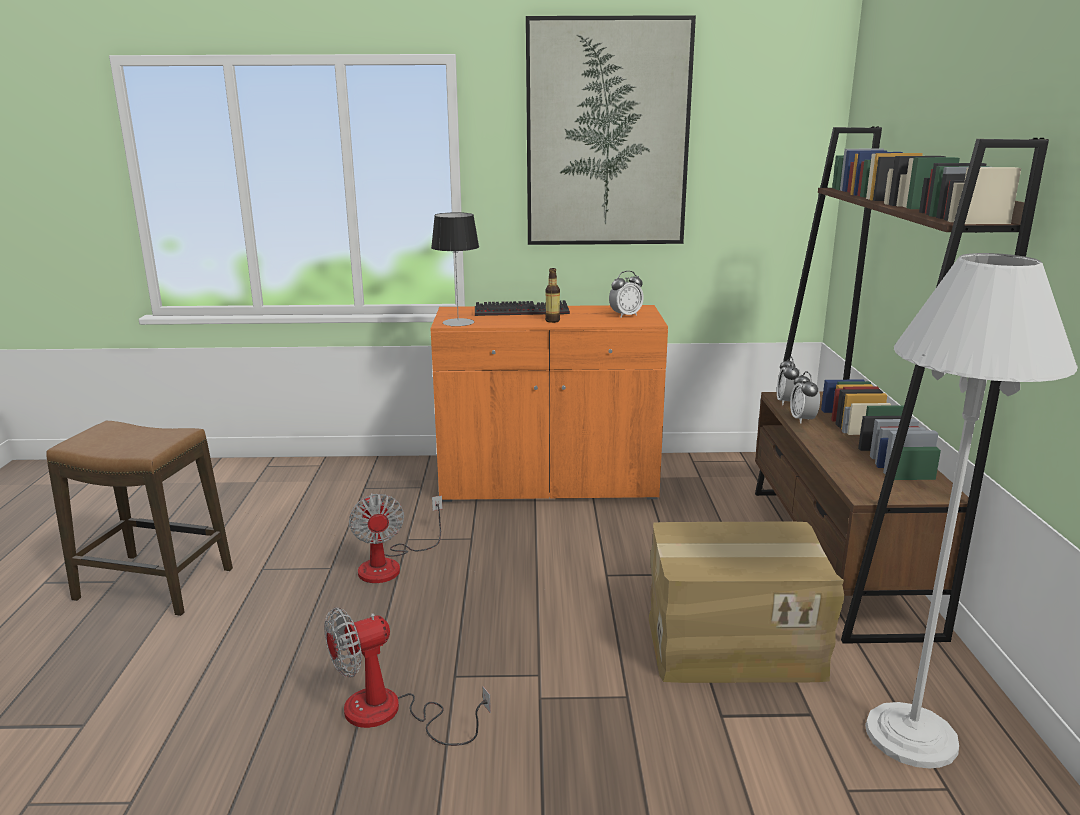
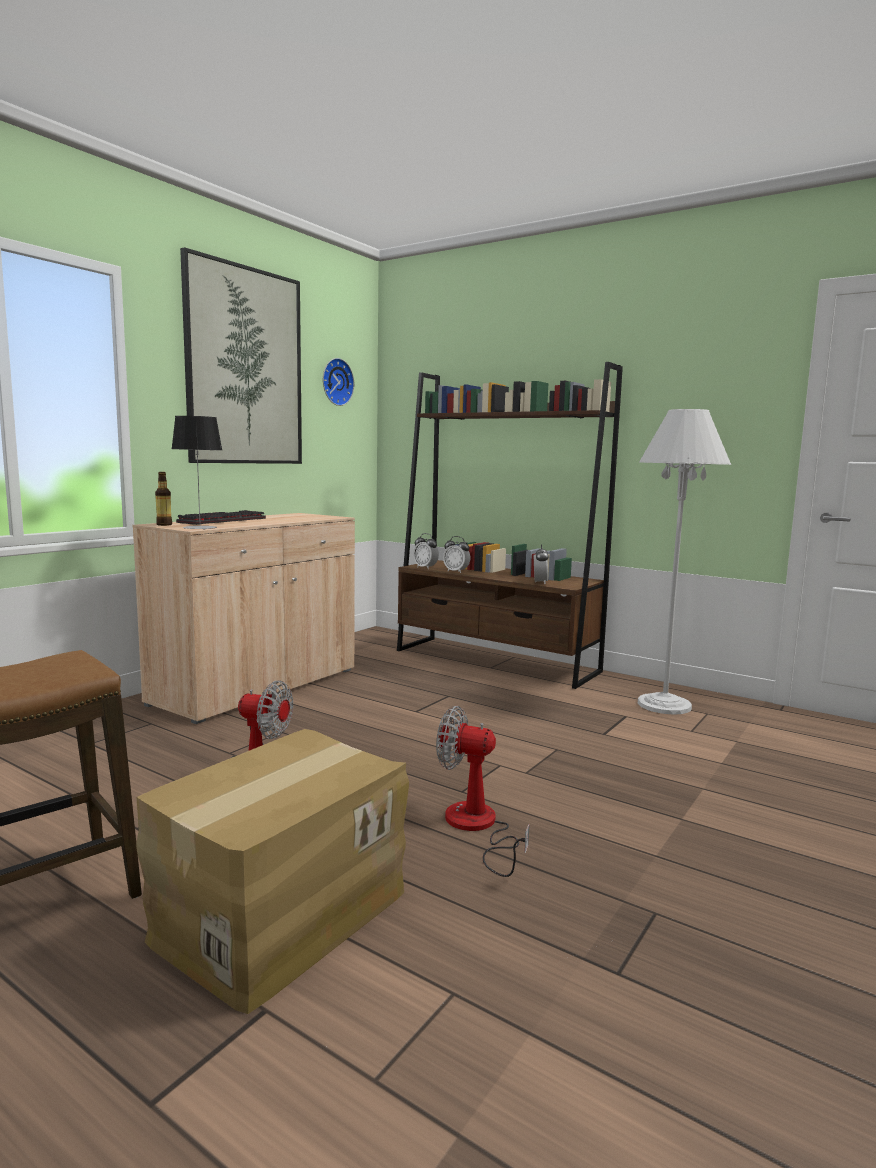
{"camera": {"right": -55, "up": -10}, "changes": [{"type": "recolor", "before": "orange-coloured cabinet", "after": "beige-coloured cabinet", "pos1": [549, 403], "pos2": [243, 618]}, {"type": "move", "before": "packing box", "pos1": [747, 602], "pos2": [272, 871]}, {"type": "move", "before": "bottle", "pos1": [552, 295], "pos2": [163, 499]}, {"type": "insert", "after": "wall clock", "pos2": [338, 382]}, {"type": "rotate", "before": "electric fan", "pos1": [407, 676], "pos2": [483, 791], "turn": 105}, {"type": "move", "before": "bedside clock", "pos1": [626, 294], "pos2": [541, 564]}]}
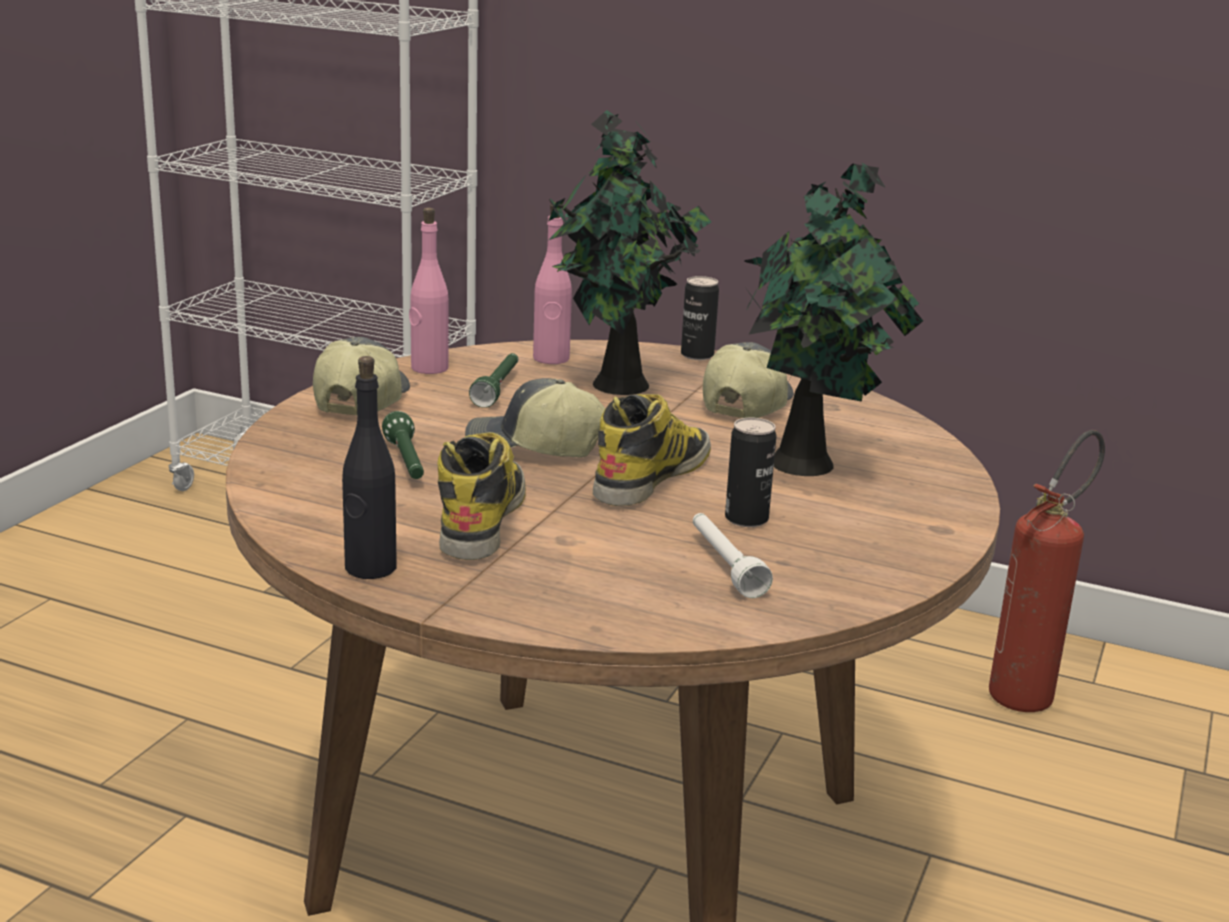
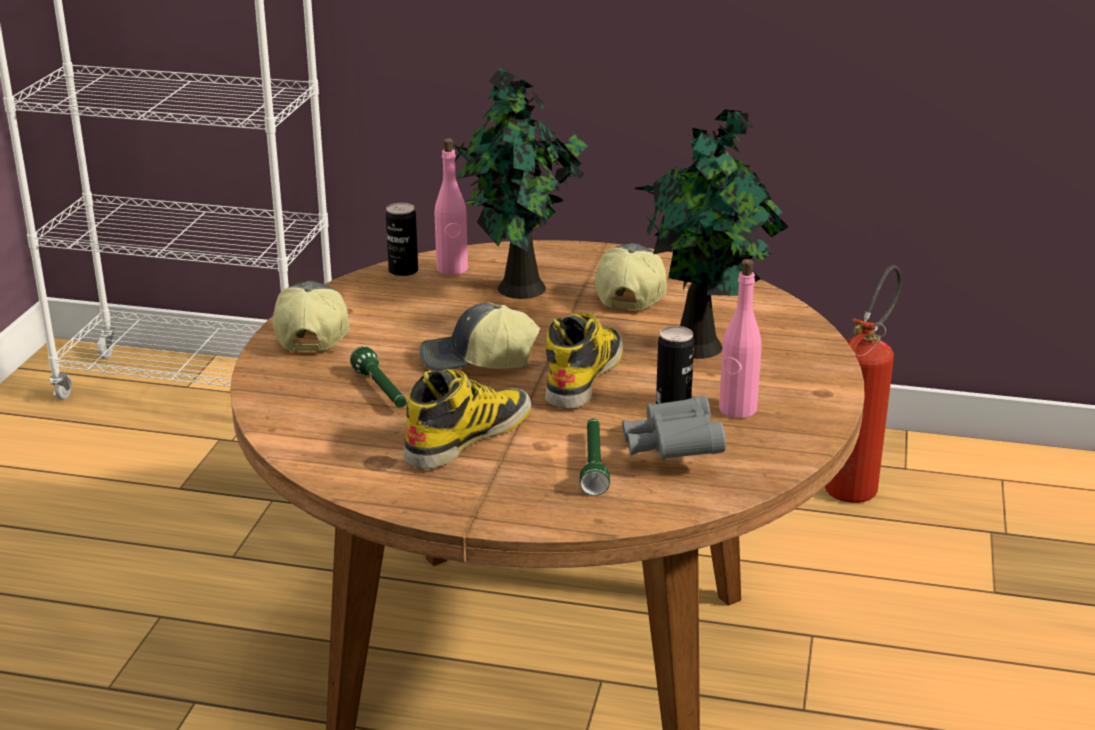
{"camera": {"right": -10, "up": 5}, "changes": [{"type": "move", "before": "sealed can", "pos1": [700, 318], "pos2": [402, 240]}, {"type": "rotate", "before": "high-top boot", "pos1": [481, 496], "pos2": [467, 419], "turn": 45}, {"type": "move", "before": "greenish torch", "pos1": [493, 380], "pos2": [595, 457]}, {"type": "replace", "before": "white-coloured torch", "after": "grey field glasses", "pos1": [733, 555], "pos2": [674, 427]}, {"type": "move", "before": "pink-coloured bottle", "pos1": [428, 291], "pos2": [740, 338]}, {"type": "delete", "before": "blackish bottle", "pos1": [369, 467]}]}
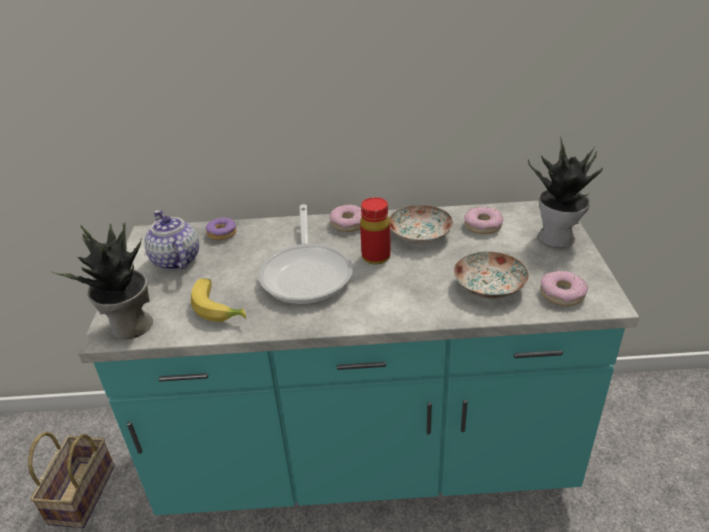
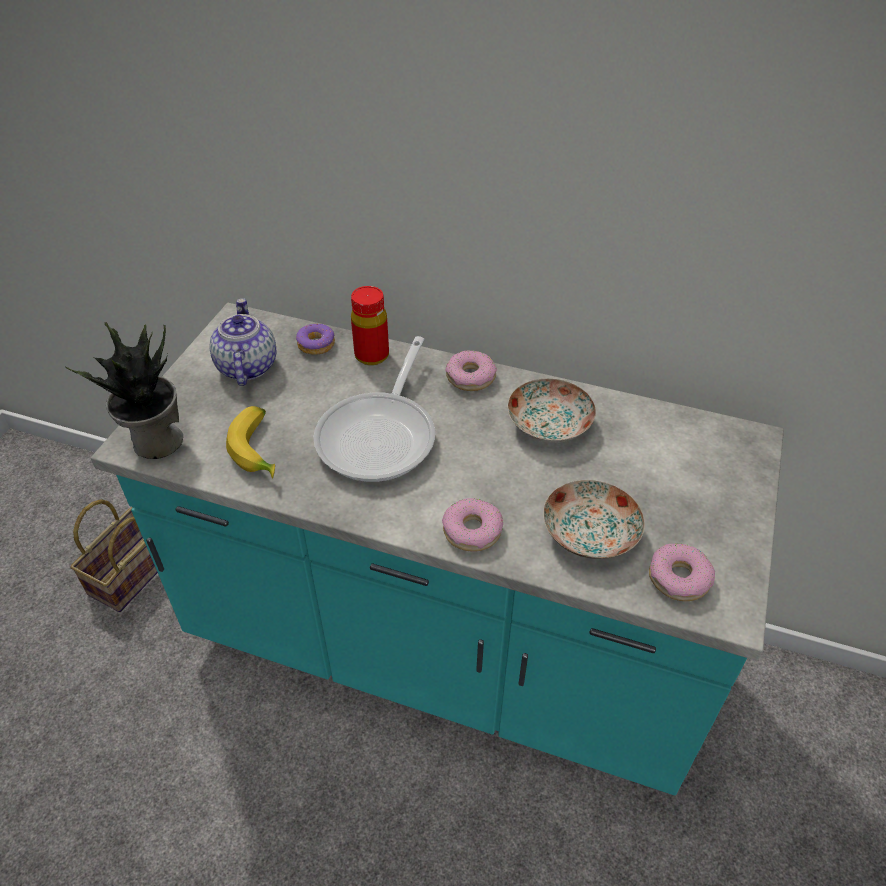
{"camera": {"right": 20, "up": 10}, "changes": [{"type": "move", "before": "red bottle", "pos1": [375, 231], "pos2": [370, 325]}, {"type": "move", "before": "ring doughnut", "pos1": [483, 220], "pos2": [472, 525]}, {"type": "delete", "before": "plant in a pot", "pos1": [565, 192]}]}
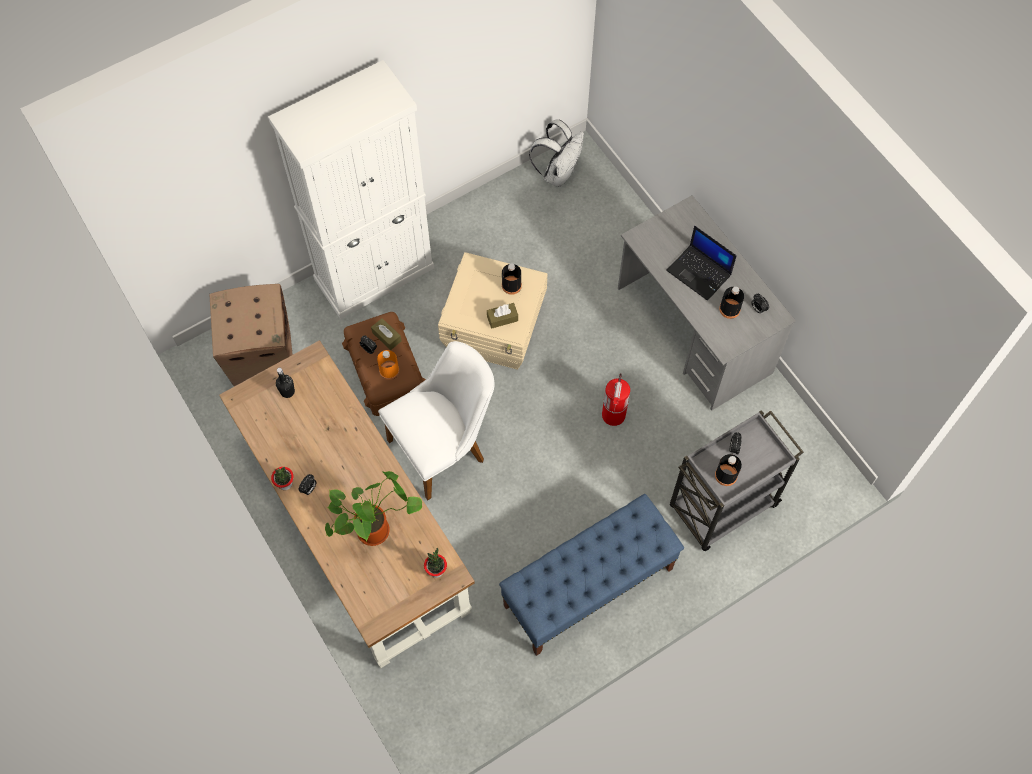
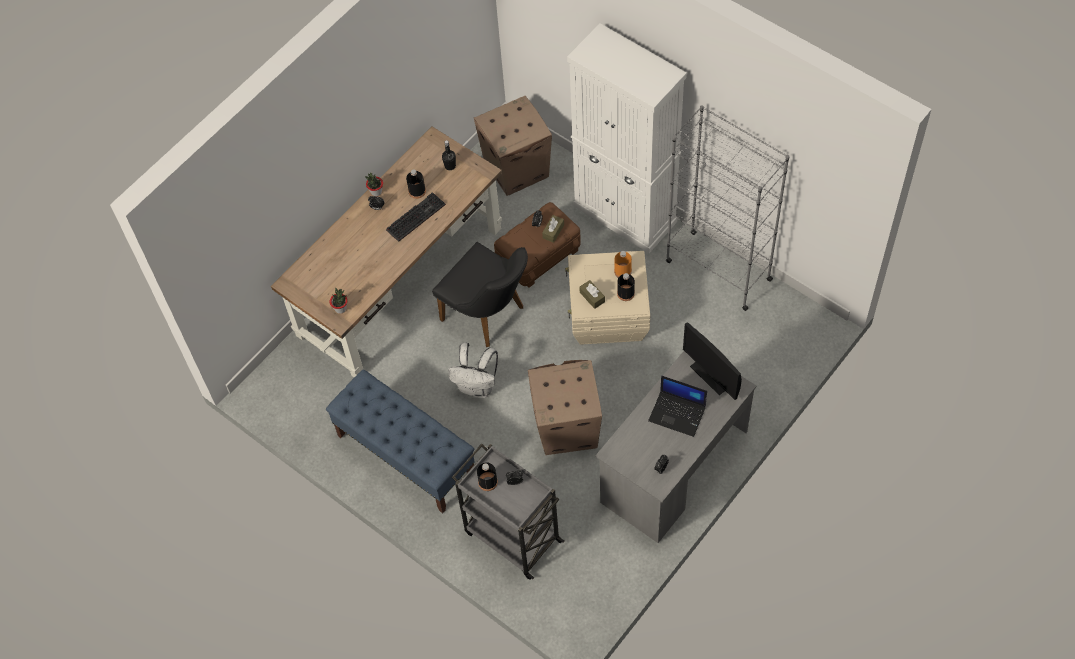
{"camera": {"right": 75, "up": -5}, "changes": [{"type": "insert", "after": "keyboard", "pos2": [416, 217]}, {"type": "move", "before": "blackish bottle", "pos1": [731, 303], "pos2": [416, 184]}, {"type": "recolor", "before": "white-coloured plain chair", "after": "blackish plain chair", "pos1": [436, 420], "pos2": [480, 294]}, {"type": "move", "before": "white-coloured knapsack", "pos1": [556, 153], "pos2": [473, 370]}, {"type": "replace", "before": "fire extinguisher", "after": "packing box", "pos1": [616, 399], "pos2": [565, 407]}, {"type": "move", "before": "orange-coloured bottle", "pos1": [388, 365], "pos2": [623, 264]}, {"type": "rotate", "before": "notebook computer", "pos1": [701, 263], "pos2": [677, 406], "turn": -90}, {"type": "insert", "after": "grey bookshelf", "pos2": [728, 208]}, {"type": "insert", "after": "monitor", "pos2": [712, 361]}, {"type": "delete", "before": "plant in a pot", "pos1": [373, 508]}]}
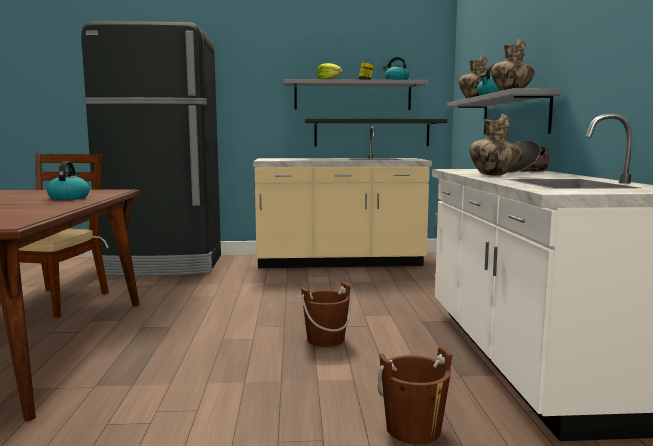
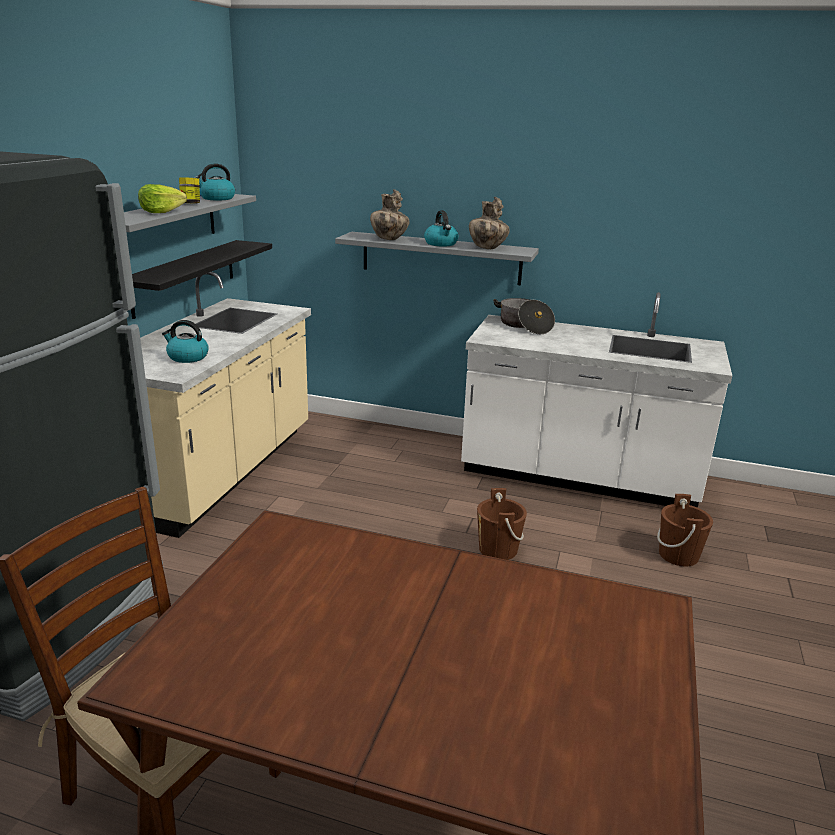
{"camera": {"right": -70, "up": 15}, "changes": [{"type": "move", "before": "tea kettle", "pos1": [68, 180], "pos2": [185, 341]}, {"type": "delete", "before": "decorative vase", "pos1": [495, 145]}]}
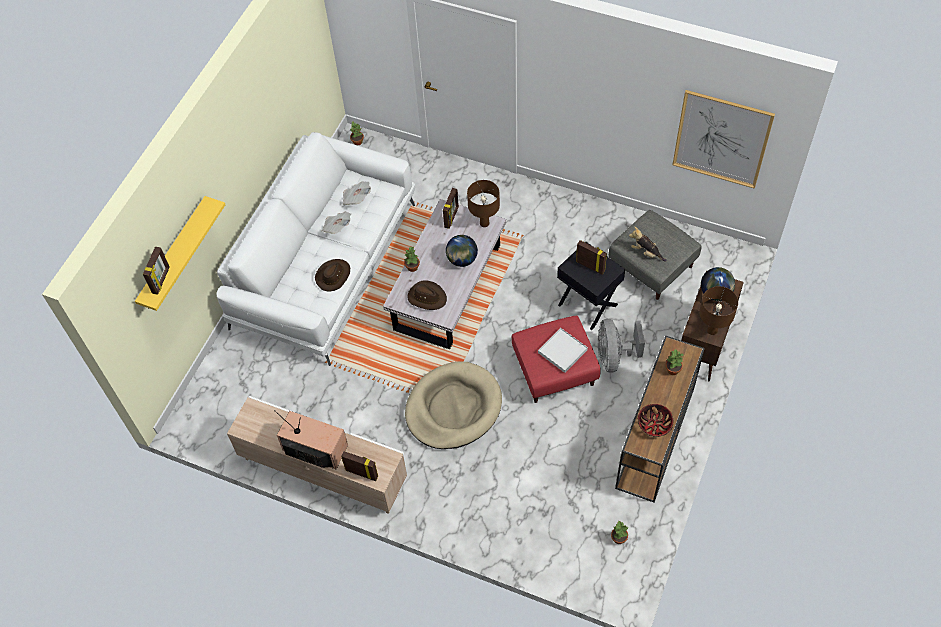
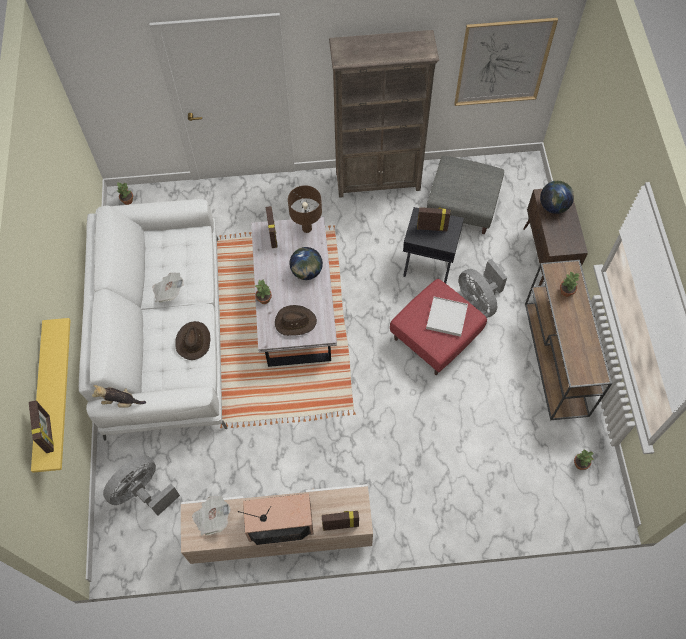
{"camera": {"right": -30, "up": 5}, "changes": [{"type": "move", "before": "plush toy", "pos1": [648, 244], "pos2": [119, 396]}, {"type": "insert", "after": "grey electric fan", "pos2": [141, 485]}, {"type": "move", "before": "printed paper", "pos1": [357, 193], "pos2": [211, 516]}, {"type": "insert", "after": "brownish bookshelf", "pos2": [384, 114]}, {"type": "delete", "before": "beige-coloured dog bed", "pos1": [453, 405]}, {"type": "delete", "before": "deep dish", "pos1": [655, 420]}, {"type": "delete", "before": "brownish lamp for a table", "pos1": [718, 310]}]}
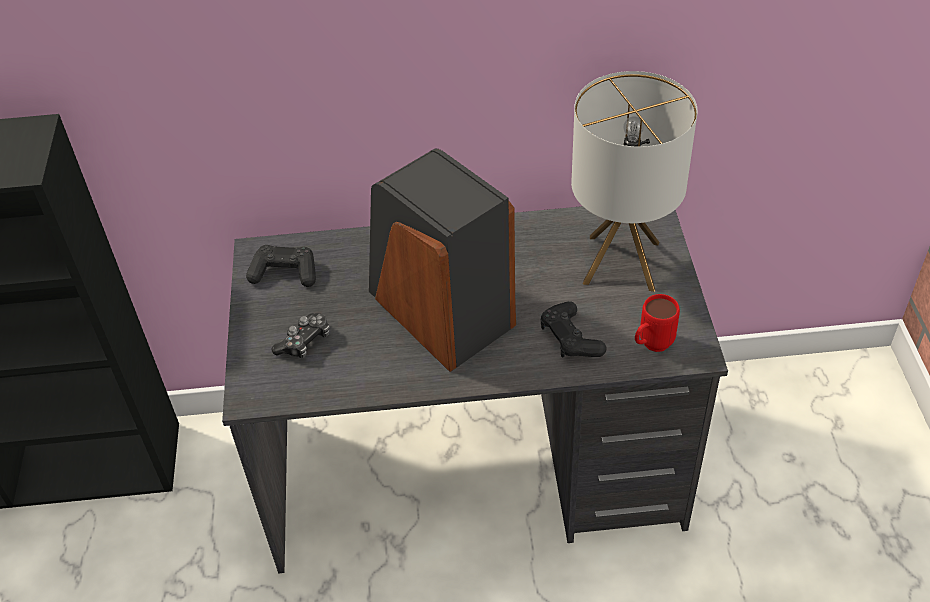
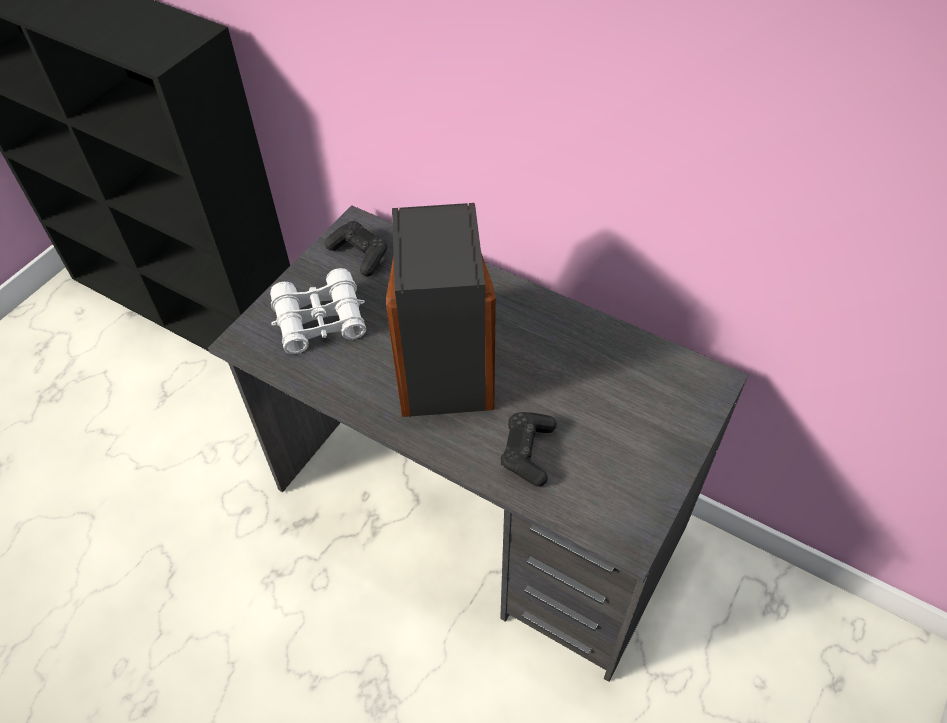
{"camera": {"right": 35, "up": 5}, "changes": [{"type": "replace", "before": "gamepad", "after": "white-coloured field glasses", "pos1": [300, 335], "pos2": [318, 311]}, {"type": "delete", "before": "lamp for a table", "pos1": [634, 181]}, {"type": "delete", "before": "red mug", "pos1": [657, 323]}]}
